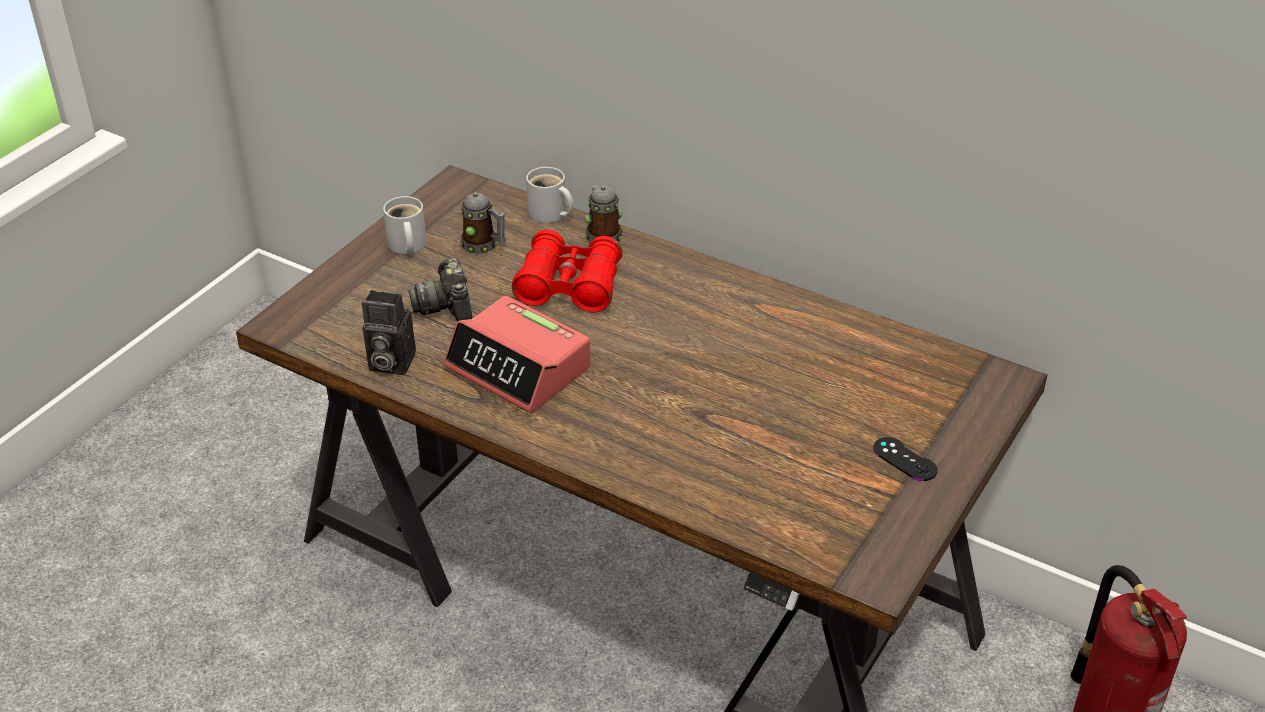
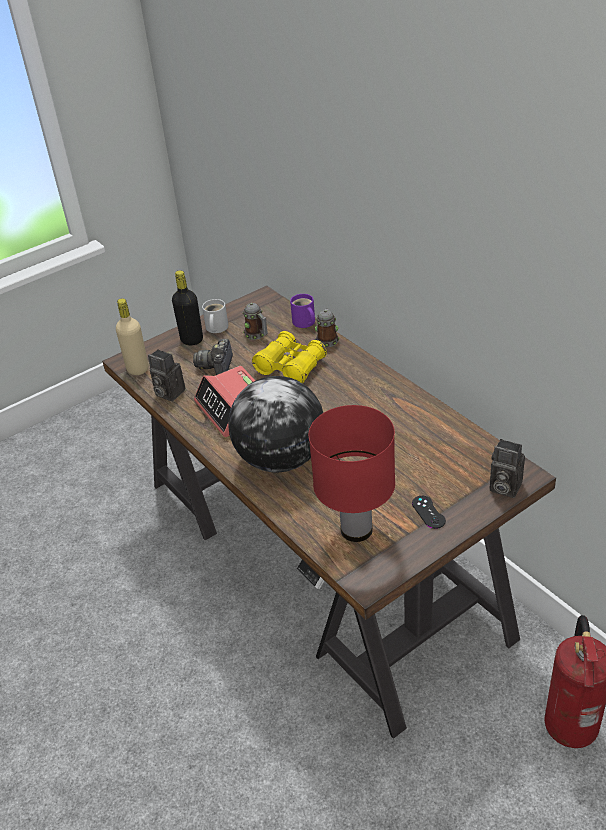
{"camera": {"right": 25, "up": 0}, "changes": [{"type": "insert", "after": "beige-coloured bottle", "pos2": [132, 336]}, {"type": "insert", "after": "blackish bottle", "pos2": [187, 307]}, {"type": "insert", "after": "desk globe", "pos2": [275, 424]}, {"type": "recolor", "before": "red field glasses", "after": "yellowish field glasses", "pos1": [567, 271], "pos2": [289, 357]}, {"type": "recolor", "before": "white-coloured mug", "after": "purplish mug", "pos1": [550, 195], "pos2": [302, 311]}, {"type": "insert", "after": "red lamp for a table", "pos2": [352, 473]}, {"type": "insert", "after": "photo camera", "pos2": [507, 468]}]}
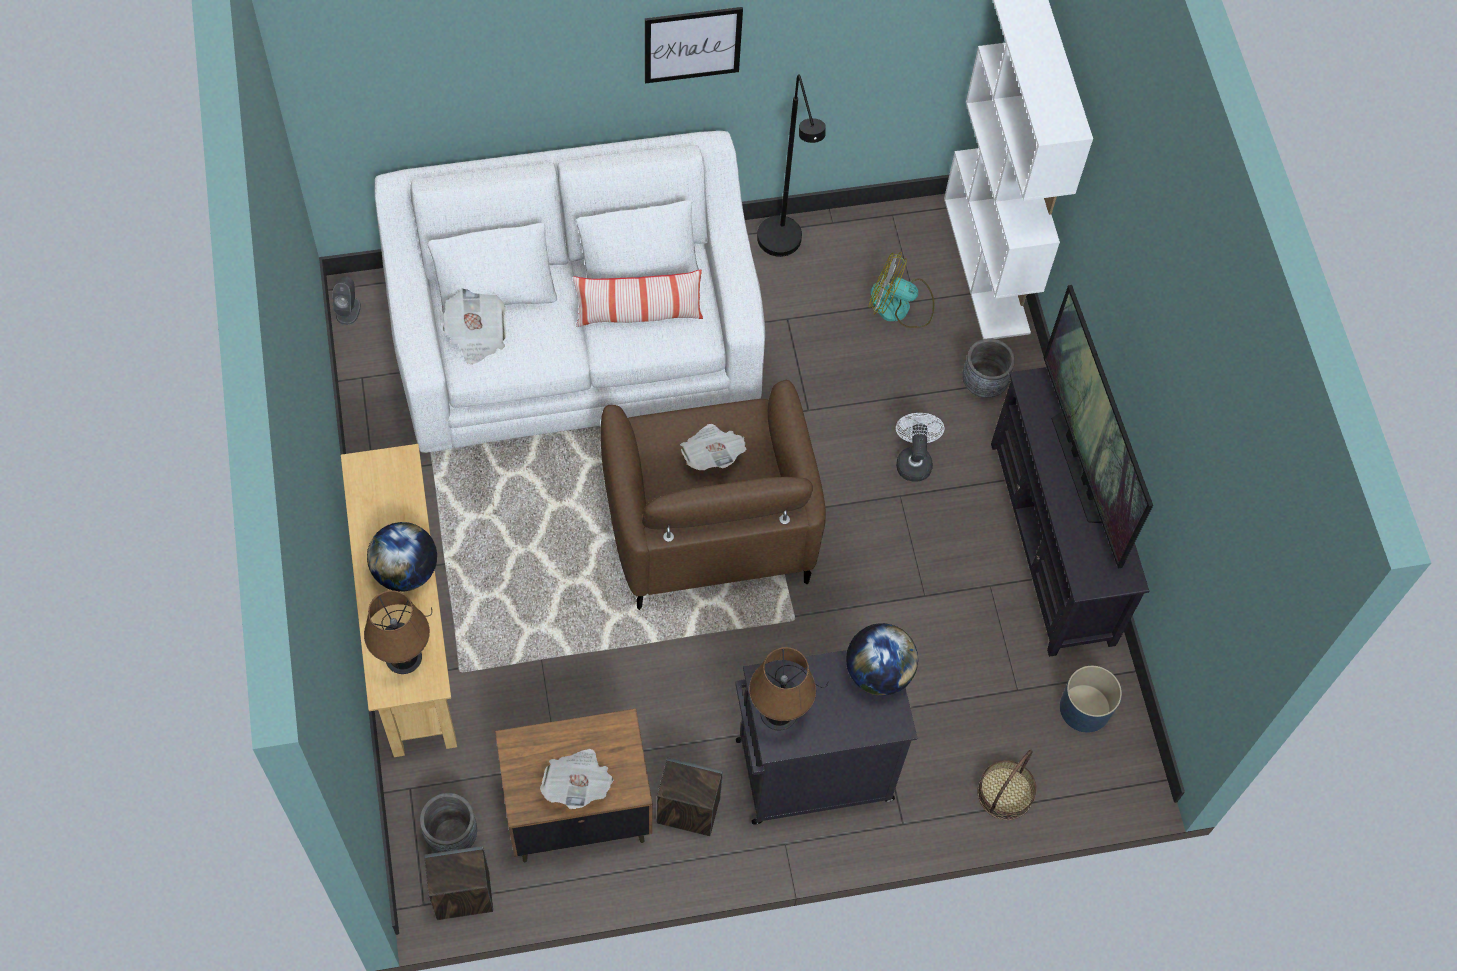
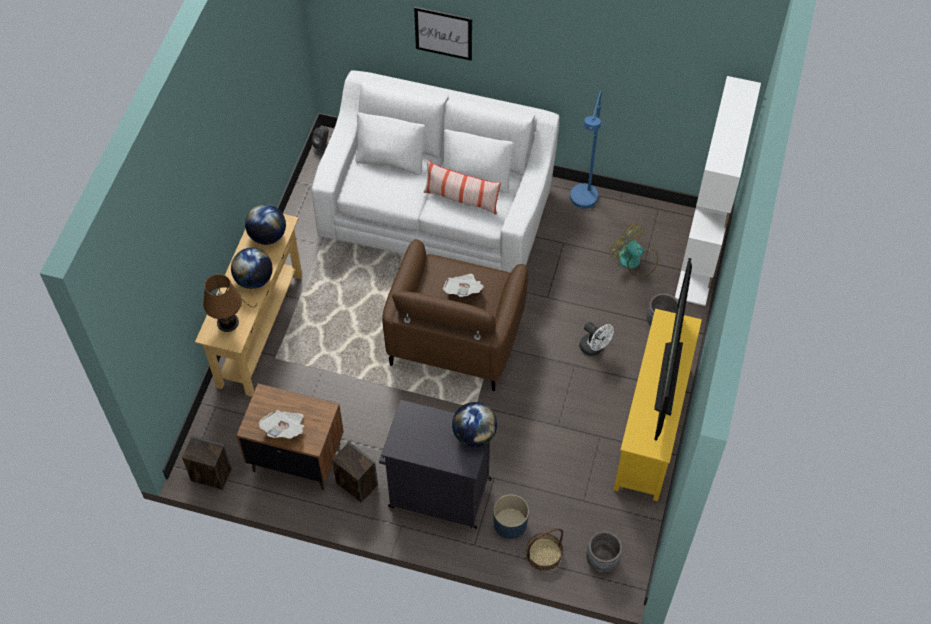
{"camera": {"right": 30, "up": -5}, "changes": [{"type": "insert", "after": "desk globe", "pos2": [265, 224]}, {"type": "move", "before": "wall art", "pos1": [694, 45], "pos2": [443, 34]}, {"type": "move", "before": "blue-coloured plant pot", "pos1": [1091, 699], "pos2": [511, 516]}, {"type": "recolor", "before": "blackish floor lamp", "after": "blue-coloured floor lamp", "pos1": [791, 165], "pos2": [586, 150]}, {"type": "rotate", "before": "white-coloured electric fan", "pos1": [920, 447], "pos2": [596, 339], "turn": 105}, {"type": "move", "before": "grey plant pot", "pos1": [448, 823], "pos2": [604, 552]}, {"type": "recolor", "before": "blackish tv stand", "after": "yellowish tv stand", "pos1": [1070, 512], "pos2": [658, 405]}, {"type": "delete", "before": "printed paper", "pos1": [474, 326]}, {"type": "delete", "before": "brownish lamp for a table", "pos1": [789, 689]}]}
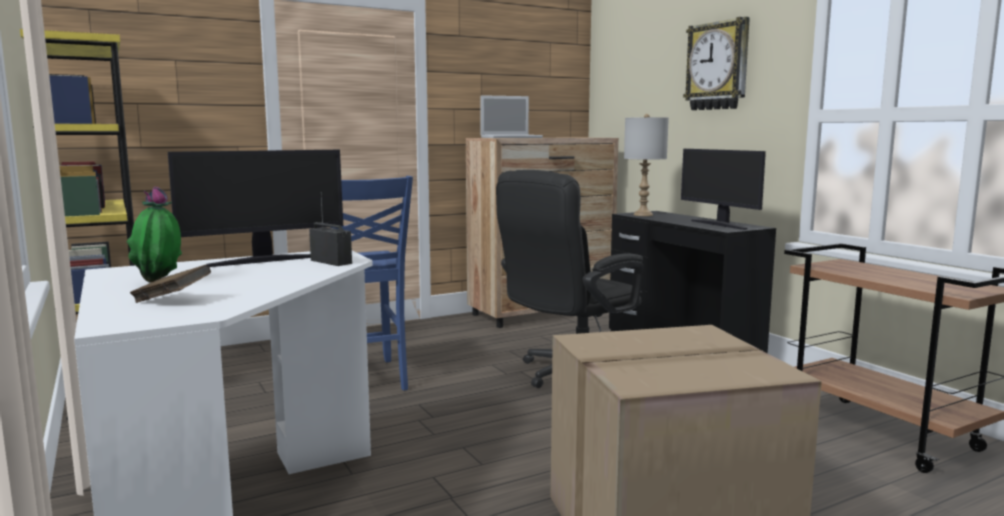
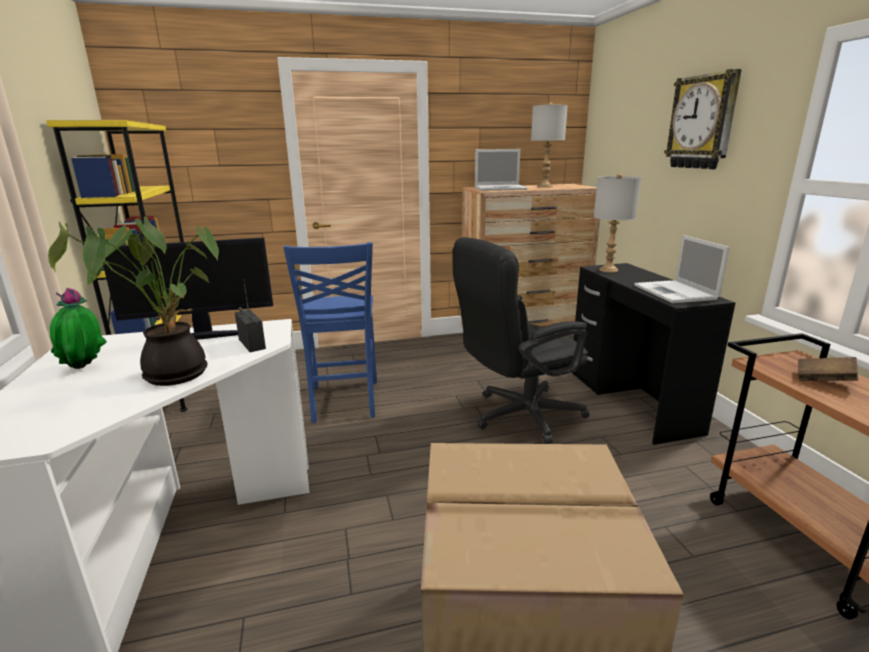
{"camera": {"right": 15, "up": 10}, "changes": [{"type": "insert", "after": "plant in a pot", "pos2": [133, 301]}, {"type": "insert", "after": "grey lamp for a table", "pos2": [549, 145]}, {"type": "replace", "before": "monitor", "after": "notebook computer", "pos1": [723, 189], "pos2": [682, 269]}, {"type": "move", "before": "brownish bound book", "pos1": [170, 284], "pos2": [828, 369]}]}
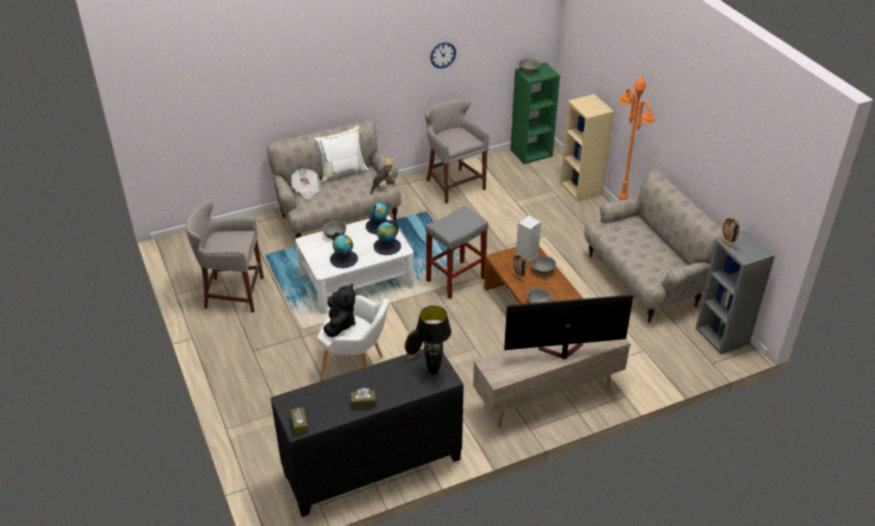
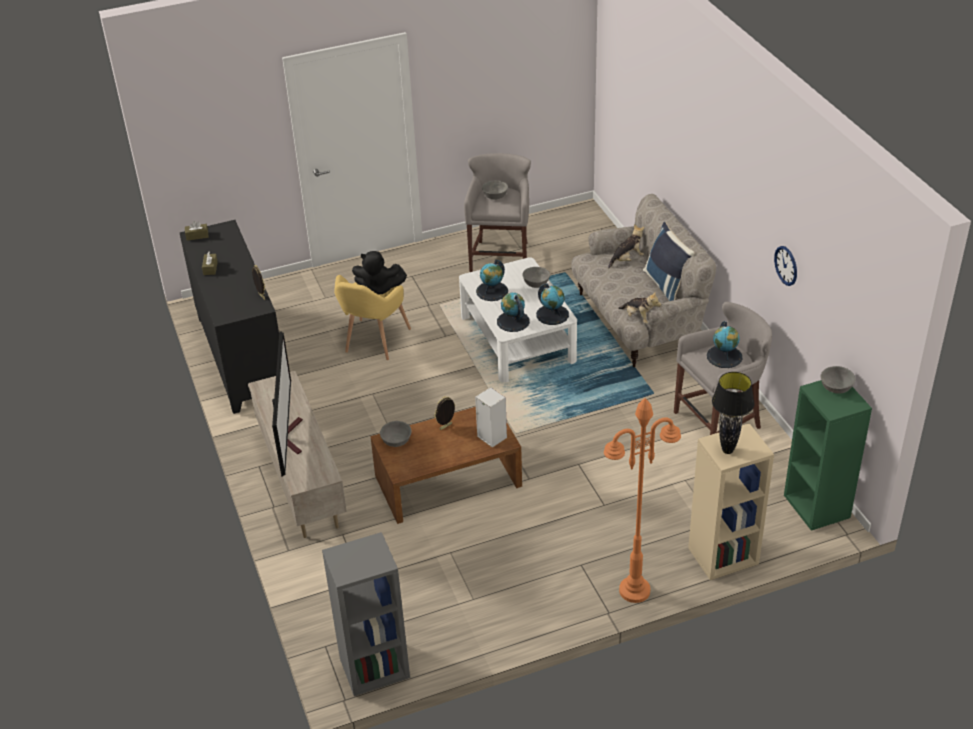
{"camera": {"right": 95, "up": 0}, "changes": [{"type": "recolor", "before": "white-coloured easy chair", "after": "yellowish easy chair", "pos1": [353, 338], "pos2": [372, 317]}, {"type": "move", "before": "grey deep dish", "pos1": [543, 265], "pos2": [495, 190]}, {"type": "replace", "before": "printed paper", "after": "plush toy", "pos1": [305, 183], "pos2": [626, 246]}, {"type": "recolor", "before": "white-coloured cushion", "after": "blue-coloured cushion", "pos1": [341, 154], "pos2": [668, 261]}, {"type": "insert", "after": "desk globe", "pos2": [724, 344]}, {"type": "move", "before": "blackish lamp for a table", "pos1": [433, 340], "pos2": [733, 413]}, {"type": "delete", "before": "grey sitting stool", "pos1": [456, 252]}, {"type": "delete", "before": "beige-coloured settee", "pos1": [654, 246]}, {"type": "delete", "before": "photo frame", "pos1": [730, 232]}]}
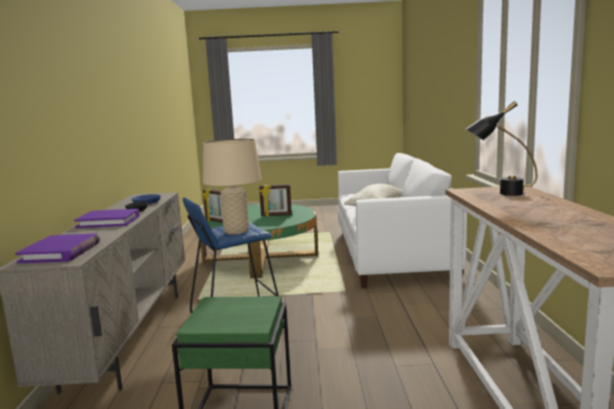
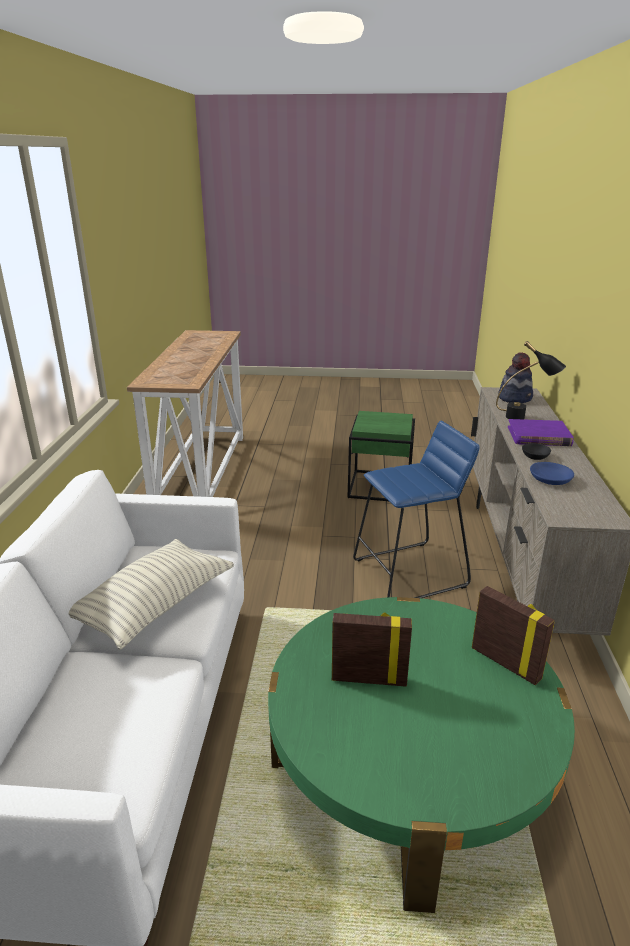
{"camera": {"right": -175, "up": 15}, "changes": [{"type": "move", "before": "blackish lamp for a table", "pos1": [501, 148], "pos2": [531, 380]}, {"type": "replace", "before": "purplish bound book", "after": "clothing hat", "pos1": [57, 248], "pos2": [515, 378]}, {"type": "delete", "before": "beige-coloured lamp for a table", "pos1": [232, 186]}]}
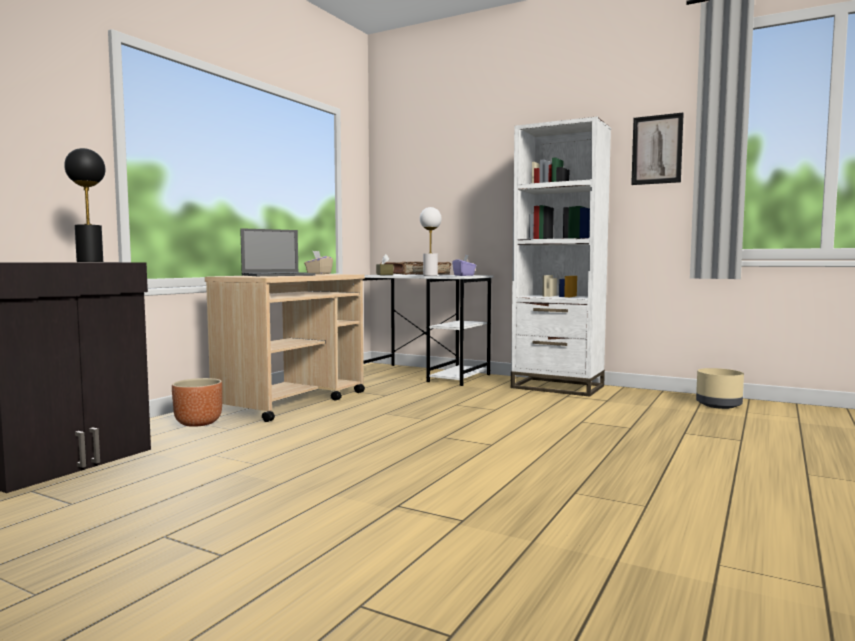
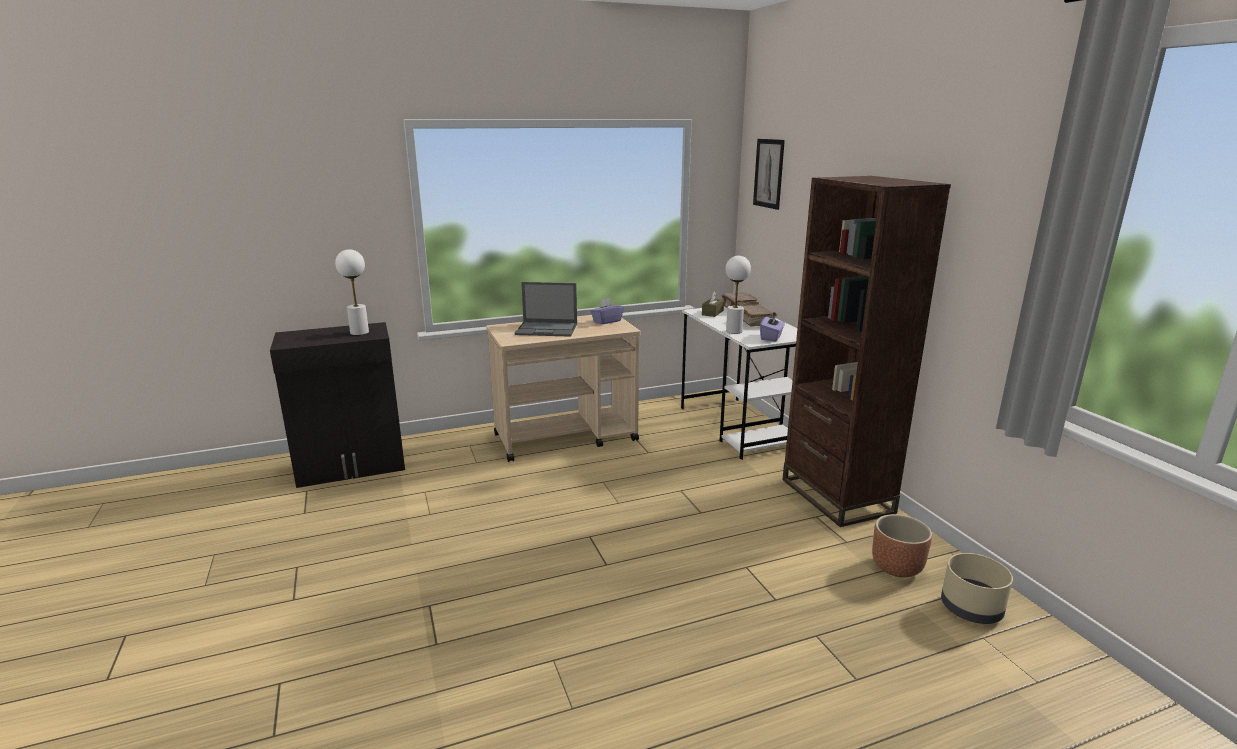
{"camera": {"right": 40, "up": 15}, "changes": [{"type": "recolor", "before": "blackish lamp for a table", "after": "white-coloured lamp for a table", "pos1": [84, 205], "pos2": [352, 292]}, {"type": "recolor", "before": "beige-coloured tissue holder", "after": "purplish tissue holder", "pos1": [318, 262], "pos2": [607, 311]}, {"type": "move", "before": "wall art", "pos1": [657, 149], "pos2": [769, 174]}, {"type": "recolor", "before": "white-coloured bookshelf", "after": "brownish bookshelf", "pos1": [561, 257], "pos2": [867, 351]}, {"type": "move", "before": "brownish plant pot", "pos1": [197, 402], "pos2": [902, 545]}]}
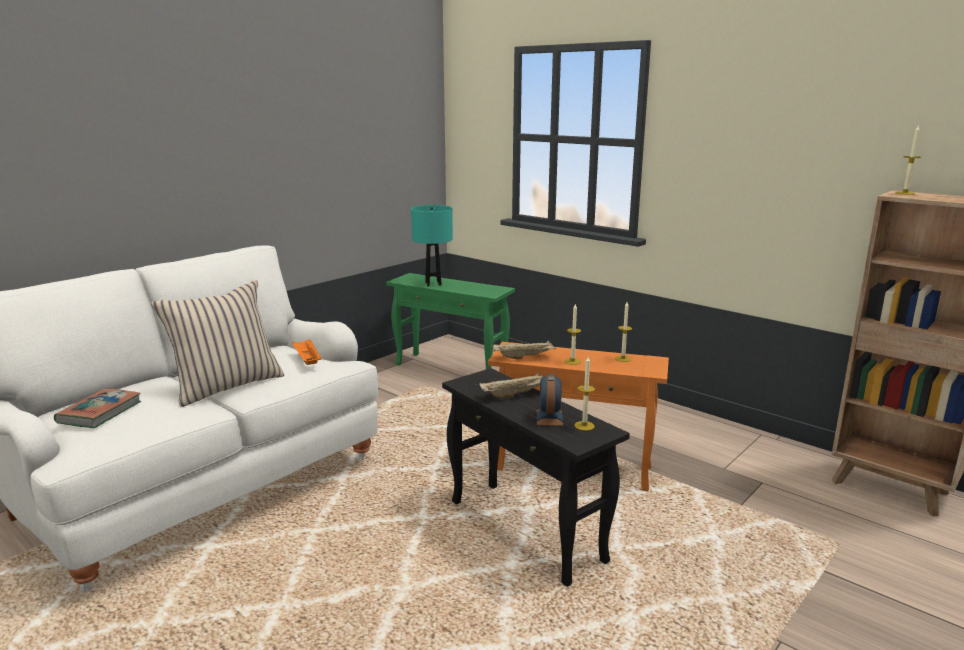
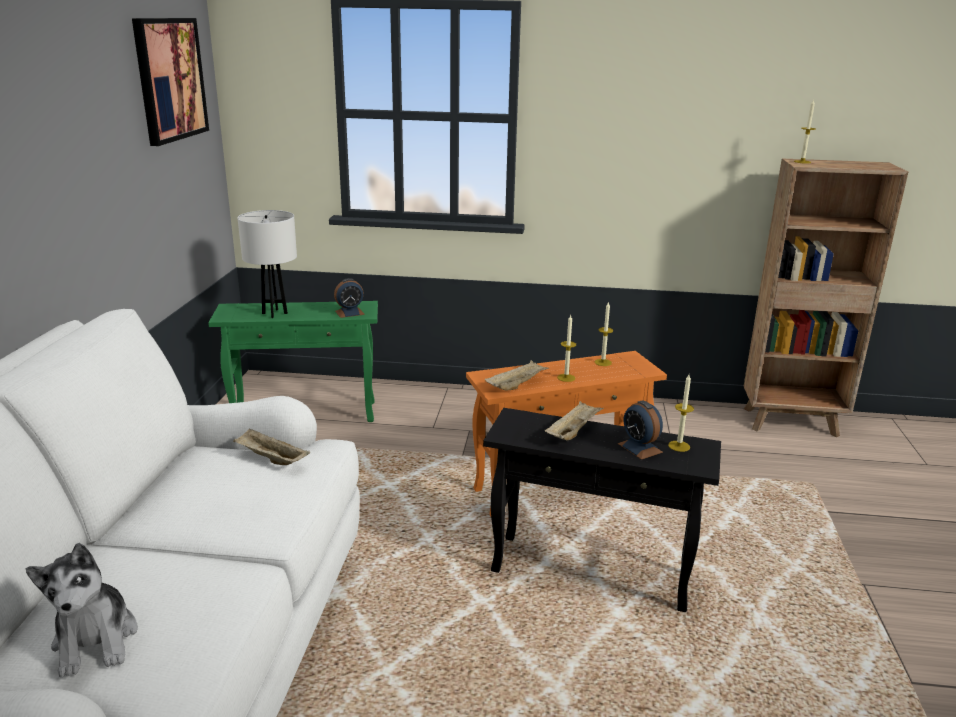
{"camera": {"right": -35, "up": 5}, "changes": [{"type": "replace", "before": "bound book", "after": "plush toy", "pos1": [97, 408], "pos2": [82, 610]}, {"type": "insert", "after": "wall art", "pos2": [170, 82]}, {"type": "recolor", "before": "orange-coloured serving tray", "after": "beige-coloured serving tray", "pos1": [307, 352], "pos2": [271, 447]}, {"type": "recolor", "before": "turquoise lamp for a table", "after": "white-coloured lamp for a table", "pos1": [432, 245], "pos2": [267, 264]}, {"type": "insert", "after": "bedside clock", "pos2": [349, 298]}, {"type": "delete", "before": "beige-coloured cushion", "pos1": [217, 343]}]}
